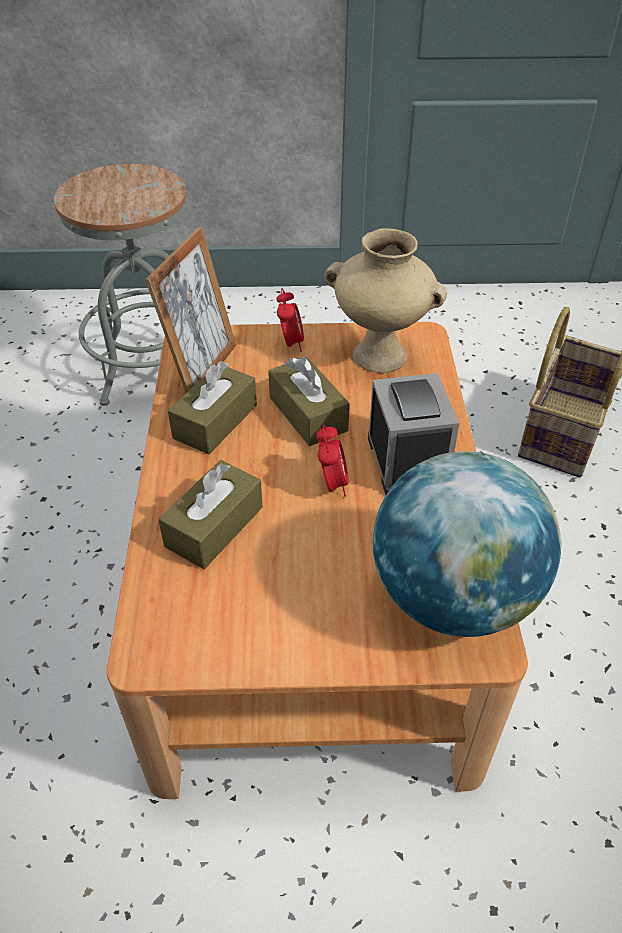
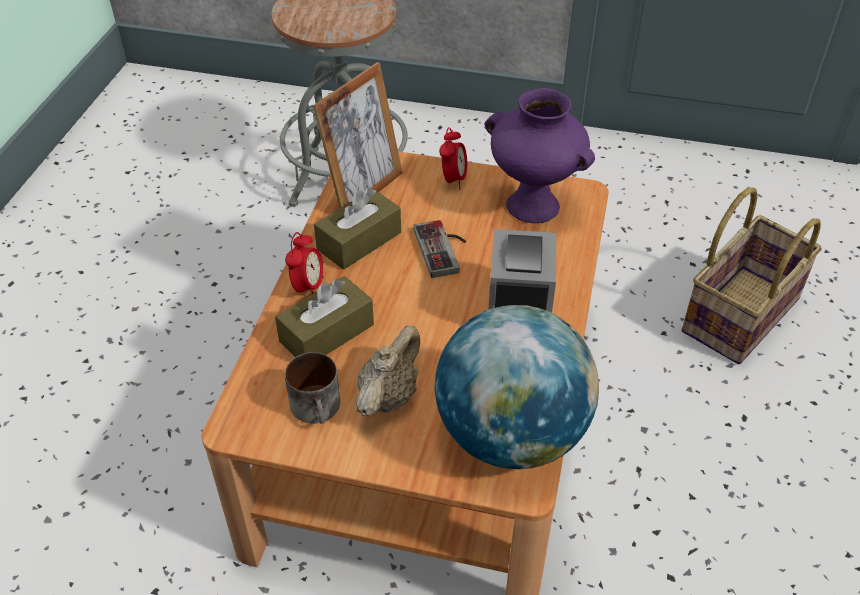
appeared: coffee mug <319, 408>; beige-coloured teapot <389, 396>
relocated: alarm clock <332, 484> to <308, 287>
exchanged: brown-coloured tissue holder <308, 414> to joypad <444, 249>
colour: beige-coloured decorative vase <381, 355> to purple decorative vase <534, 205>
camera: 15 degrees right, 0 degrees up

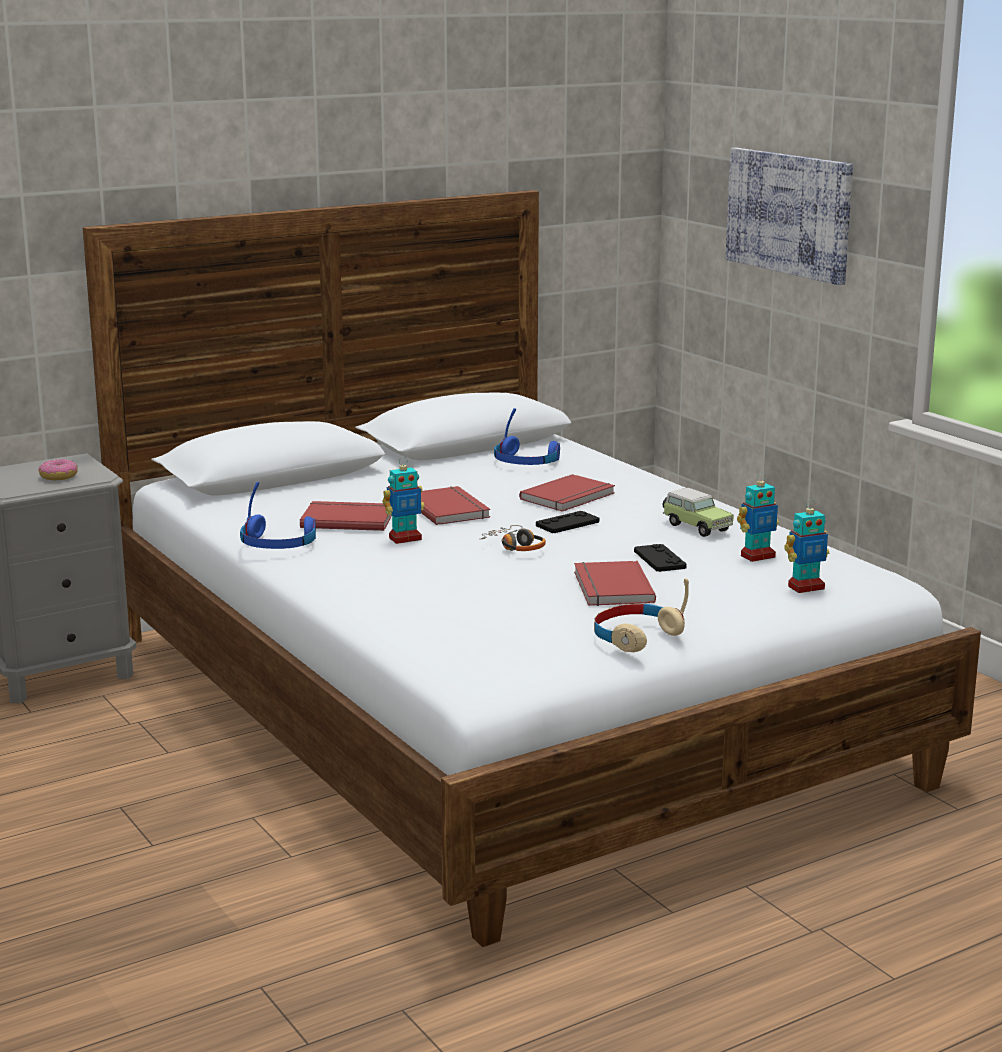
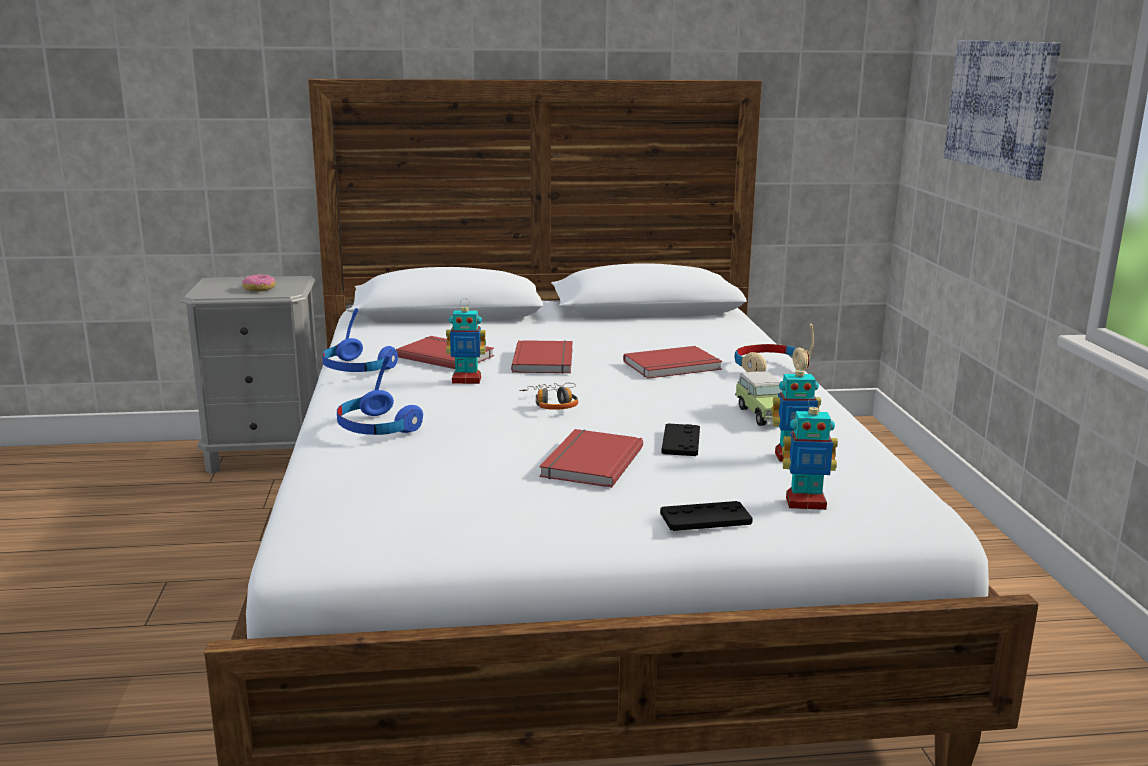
relocated: bluish headset <526, 462> to <377, 427>; black joypad <567, 524> to <705, 518>; beige-coloured headset <635, 637> to <769, 368>
camera: 25 degrees right, 0 degrees up

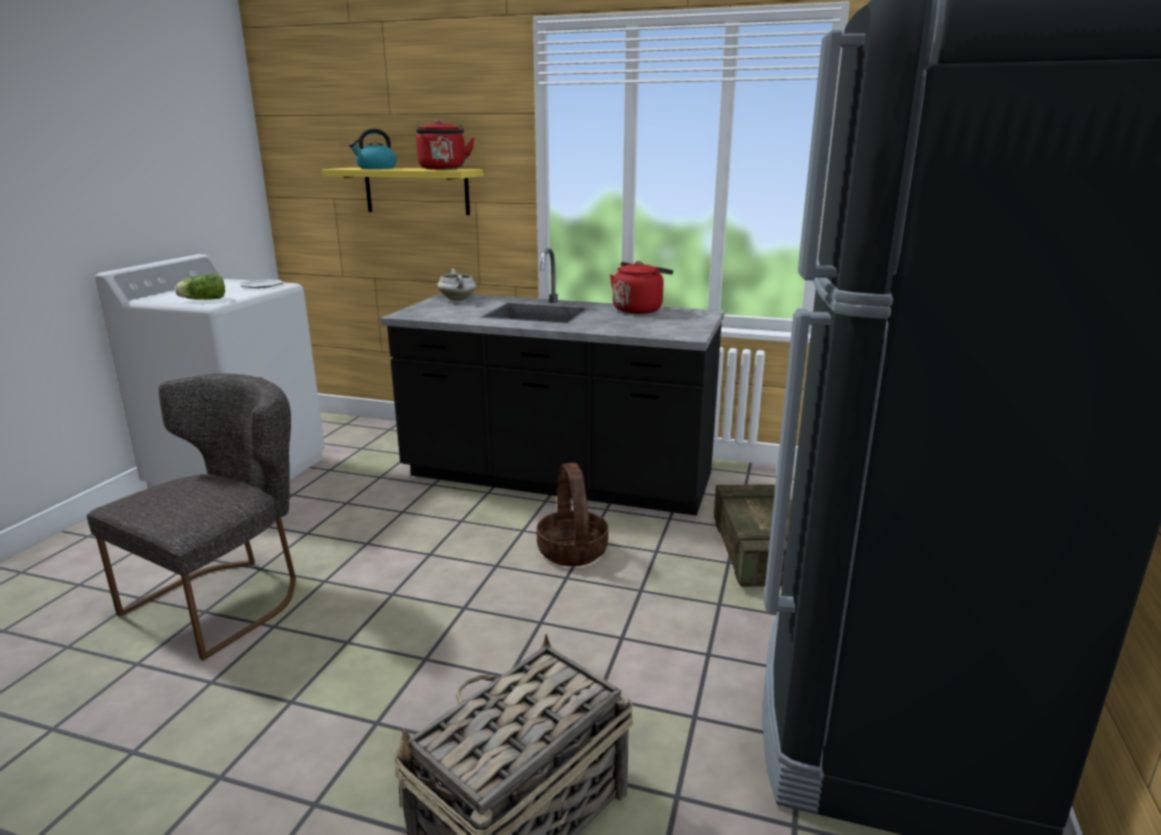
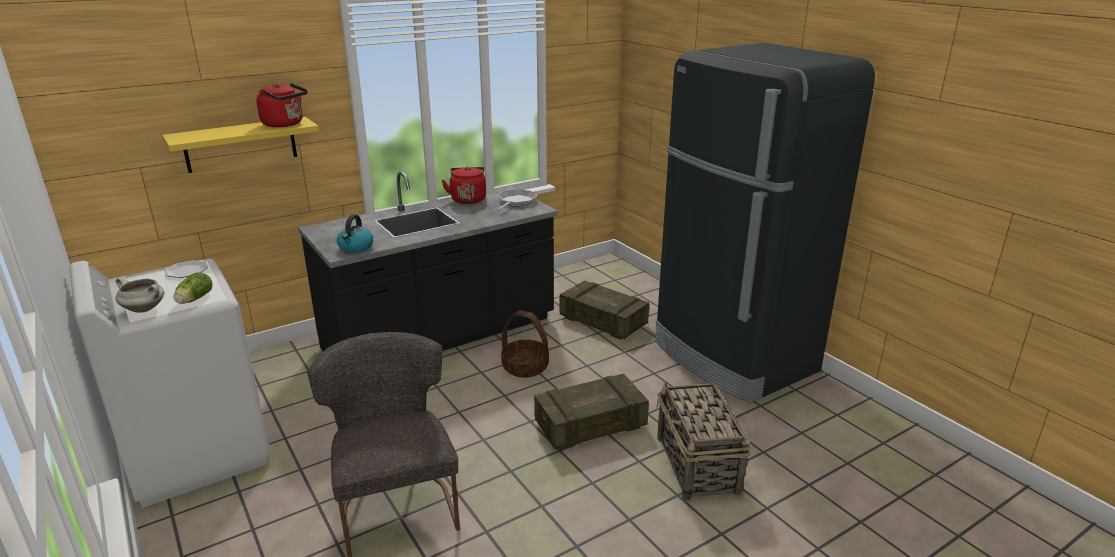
appeared: pan <516, 202>; crate <590, 425>
relocated: water kettle <376, 168> to <356, 247>; white cooking pot <458, 300> to <145, 309>
camera: 50 degrees left, 5 degrees up

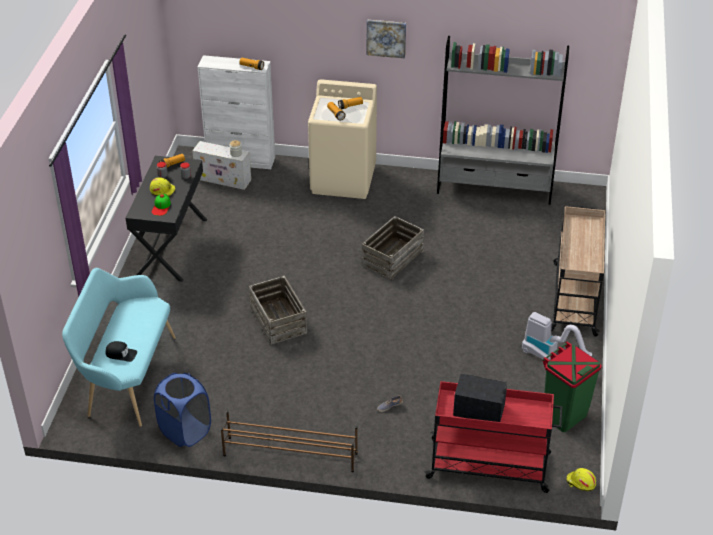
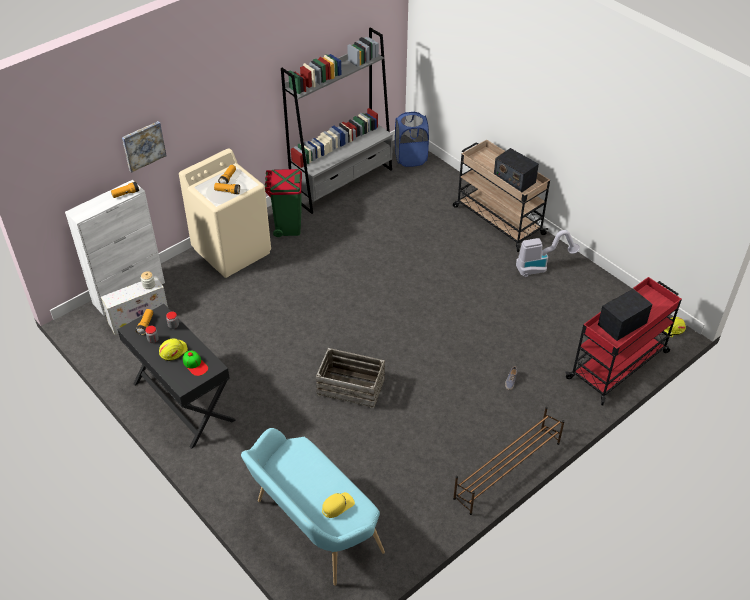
missing: crate <392, 258>
appeared: radio set <514, 179>
relocated: bluish hamper <185, 431> to <411, 158>; picture <386, 38> to <143, 146>; green-coloured trash can <564, 415> to <288, 226>
colour: black cap <121, 354> to yellow-coloured cap <337, 506>
camera: 50 degrees left, 5 degrees up

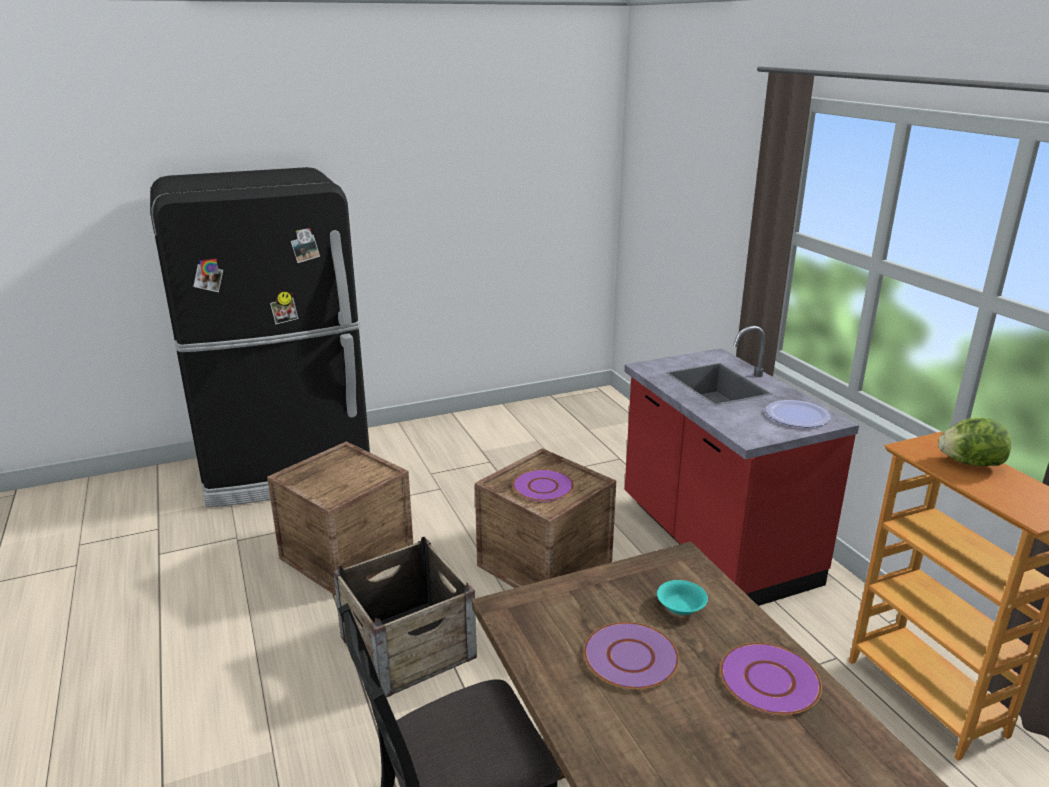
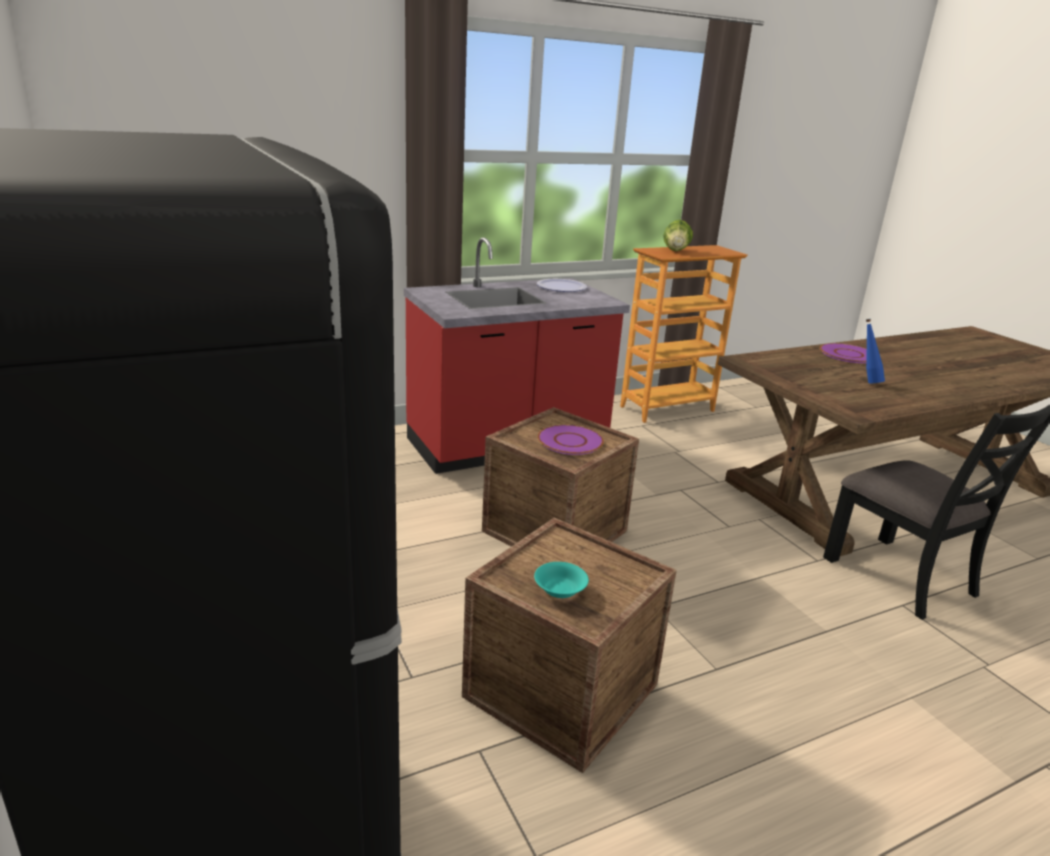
missing: crate <407, 647>
relocated: turquoise-coloured serving bowl <681, 607> to <560, 589>
exchanged: purple dinner plate <631, 657> to bluish drink bottle <866, 381>
camera: 95 degrees left, 0 degrees up

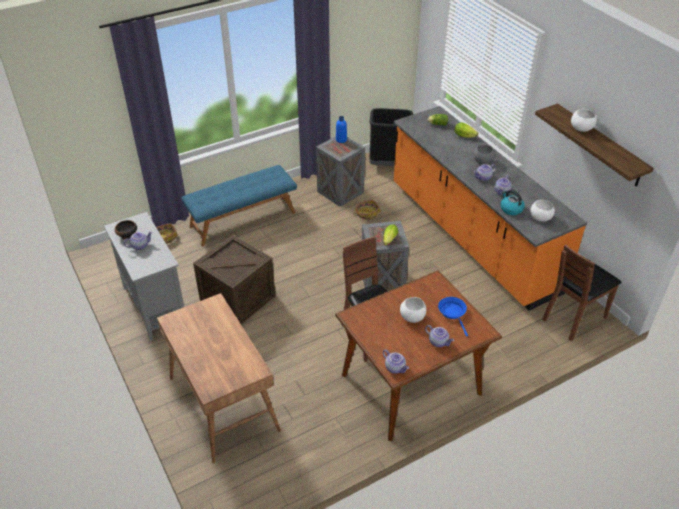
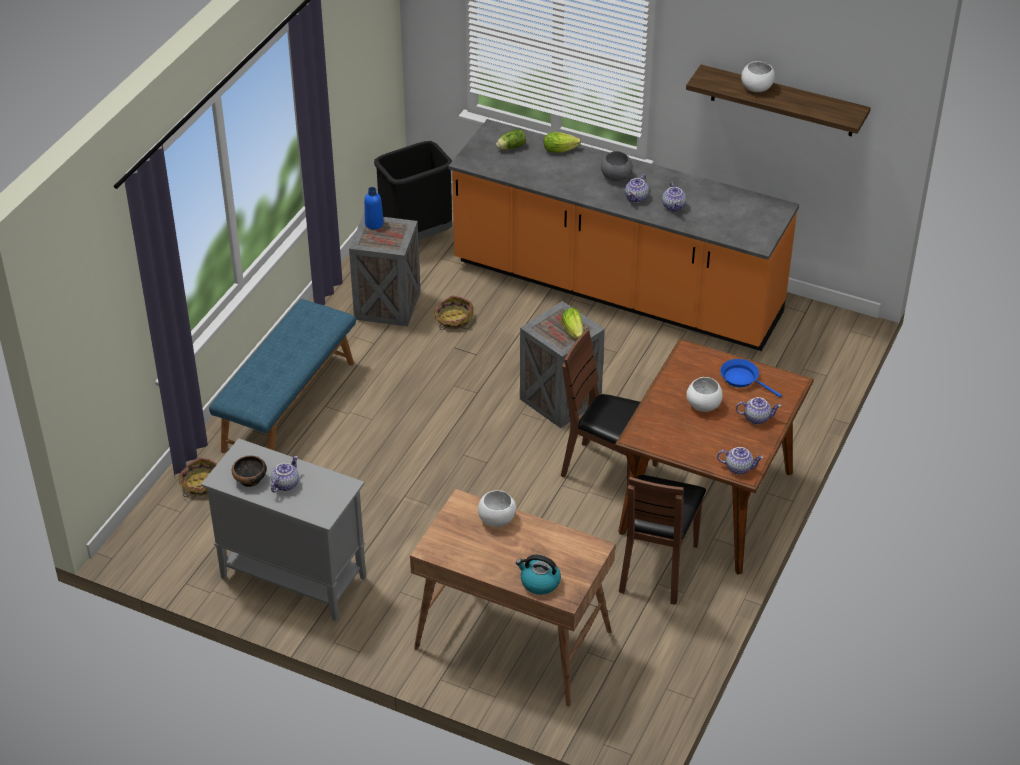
missing: crate <237, 298>
relocated: water kettle <511, 209> to <539, 582>; white serving bowl <540, 218> to <497, 519>; brown-coloured plain chair <573, 317> to <657, 567>
camera: 35 degrees left, 0 degrees up

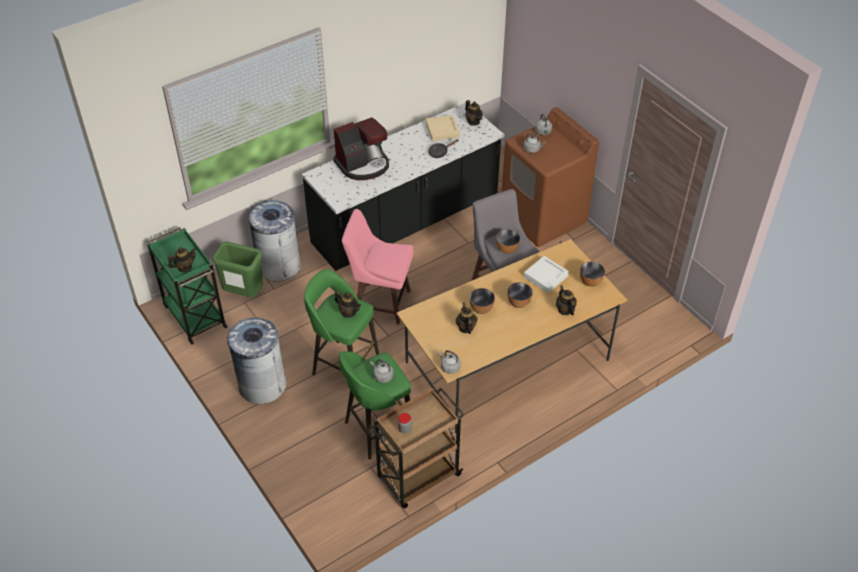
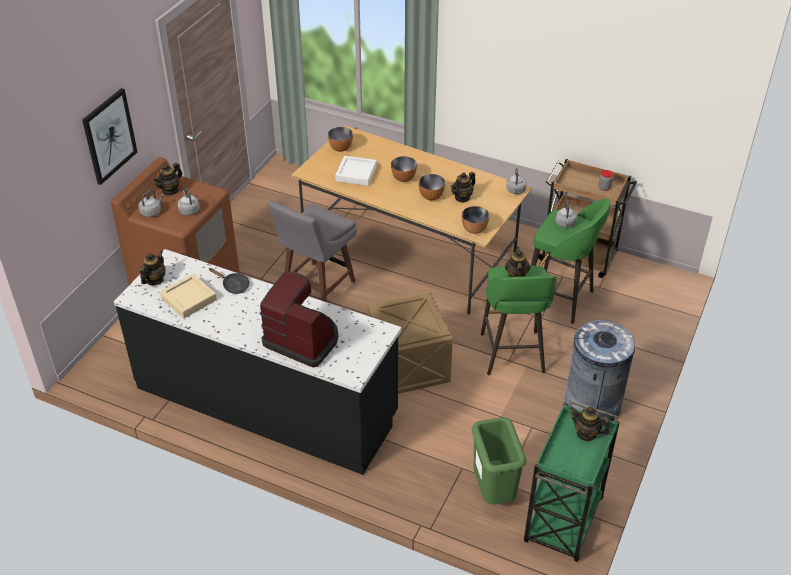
missing: grey trash can <279, 265>
appeared: picture <109, 136>
relocated: serving bowl <507, 249> to <474, 229>; teapot <565, 310> to <170, 190>
exchanged: pinkish sitting stool <380, 302> to crate <409, 366>
camera: 120 degrees left, 5 degrees down

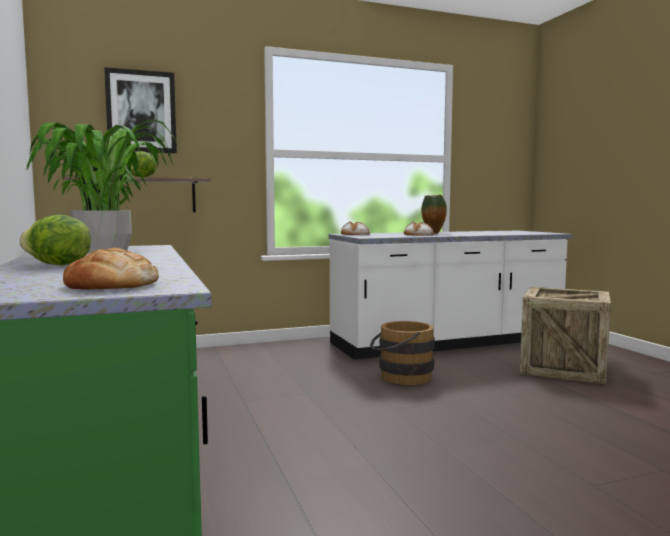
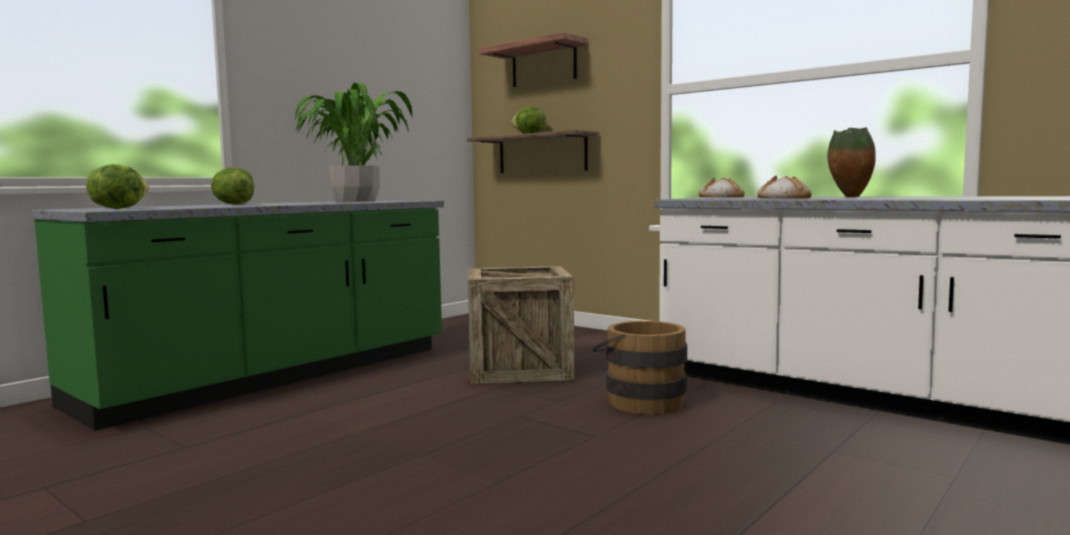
relocated: crate <563, 368> to <519, 368>
exchanged: baked bread <111, 285> to lettuce head <118, 208>; picture <141, 112> to bracket shelf <544, 64>
camera: 60 degrees right, 0 degrees up

